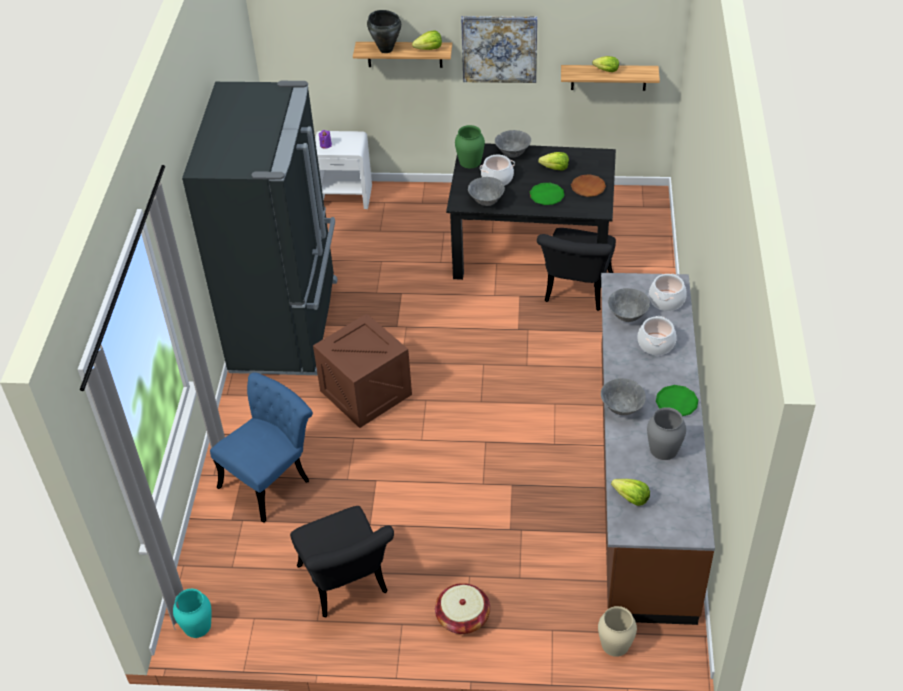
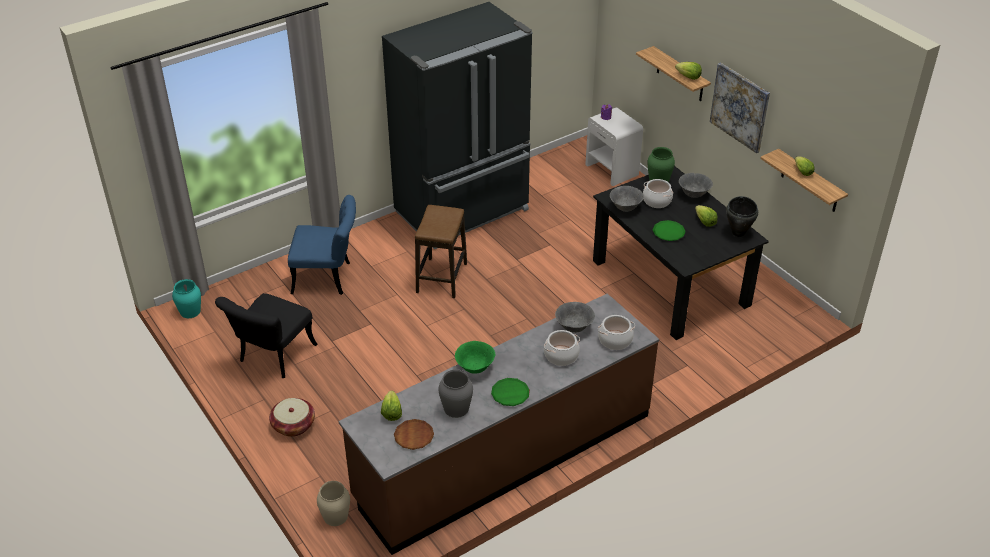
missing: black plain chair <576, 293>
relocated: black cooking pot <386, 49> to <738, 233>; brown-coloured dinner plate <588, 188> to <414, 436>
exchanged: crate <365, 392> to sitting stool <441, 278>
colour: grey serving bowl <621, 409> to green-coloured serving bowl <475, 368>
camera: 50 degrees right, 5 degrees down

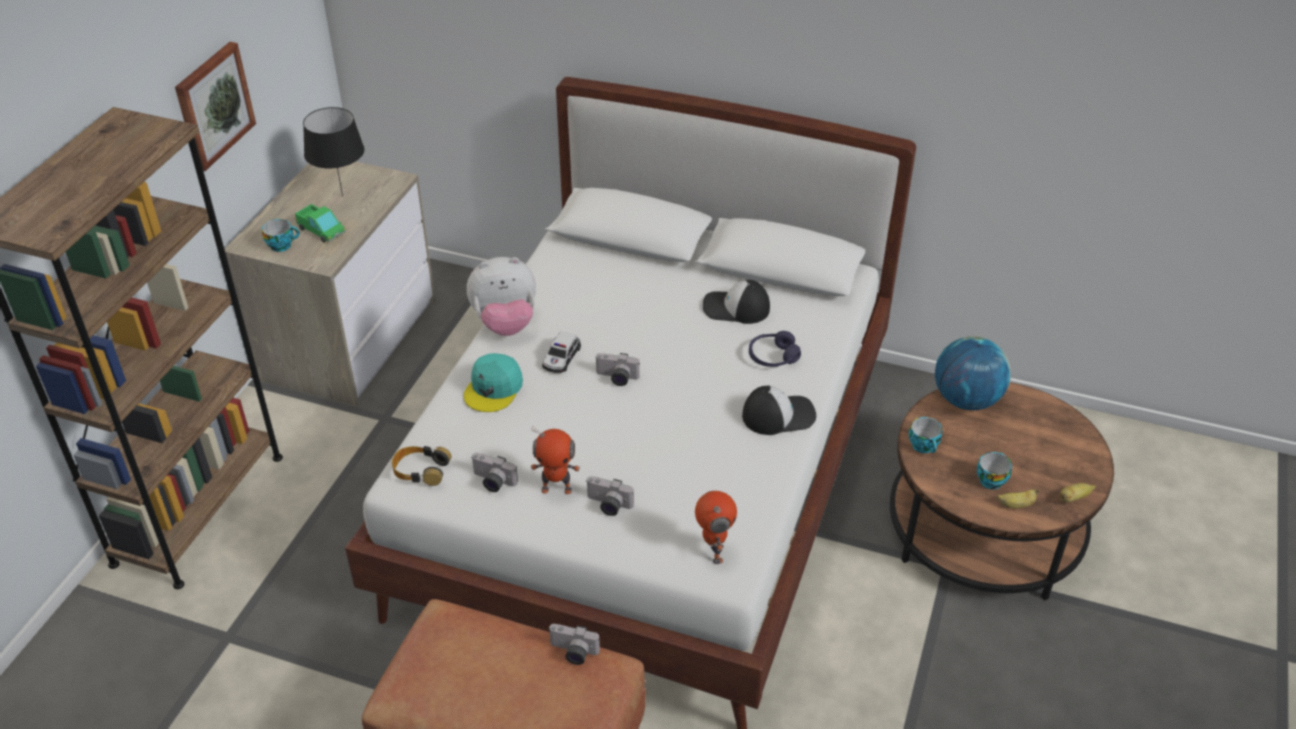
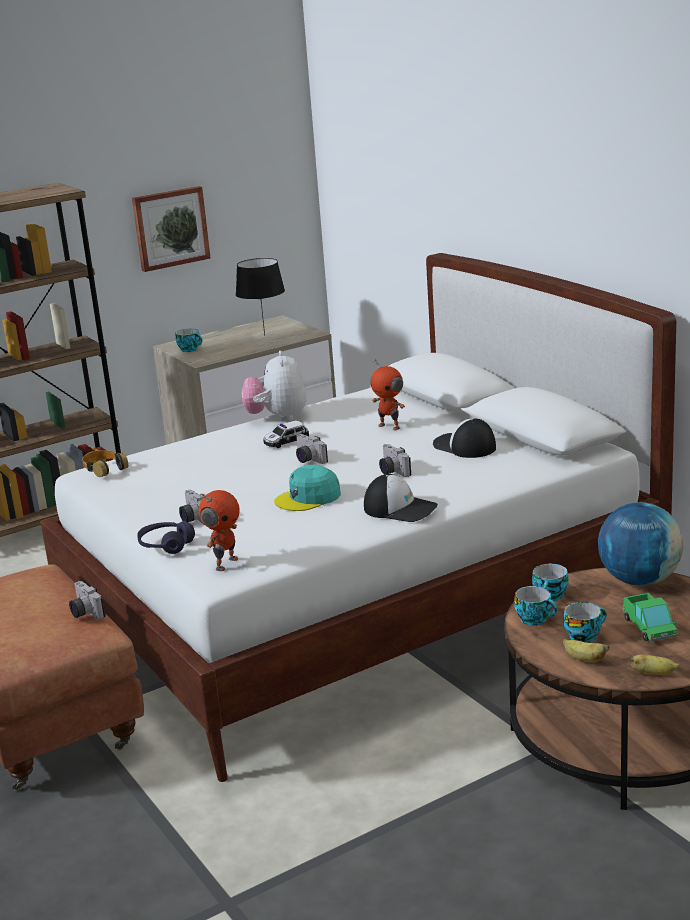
appeared: drinking cup <535, 619>
relocated: model truck <321, 230> to <649, 627>; turquoise-coloured cap <494, 388> to <308, 498>; still camera <492, 482> to <391, 471>; toy robot <557, 488> to <390, 426>; purple headset <773, 357> to <166, 545>
spun: soft toy <505, 324> = <277, 418> 60 degrees clockwise
camera: 40 degrees right, 20 degrees down

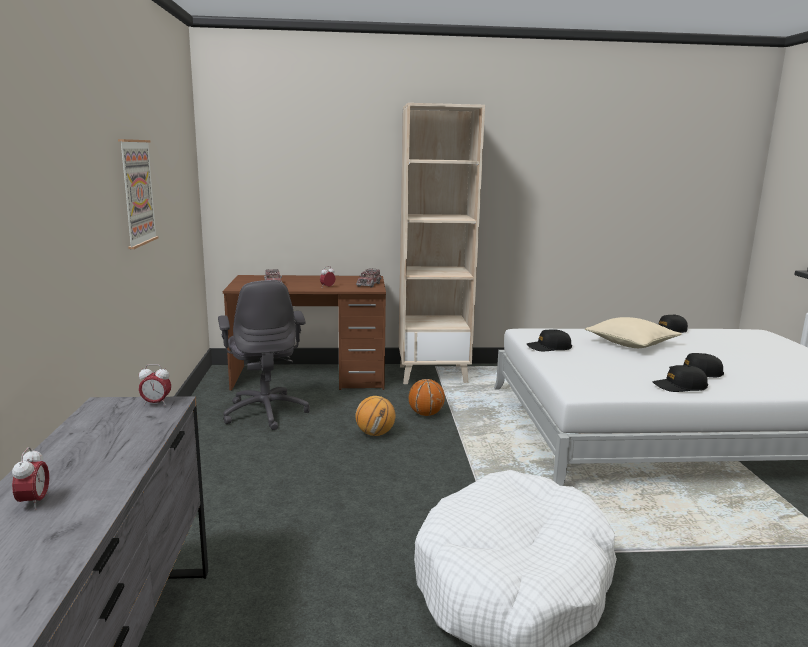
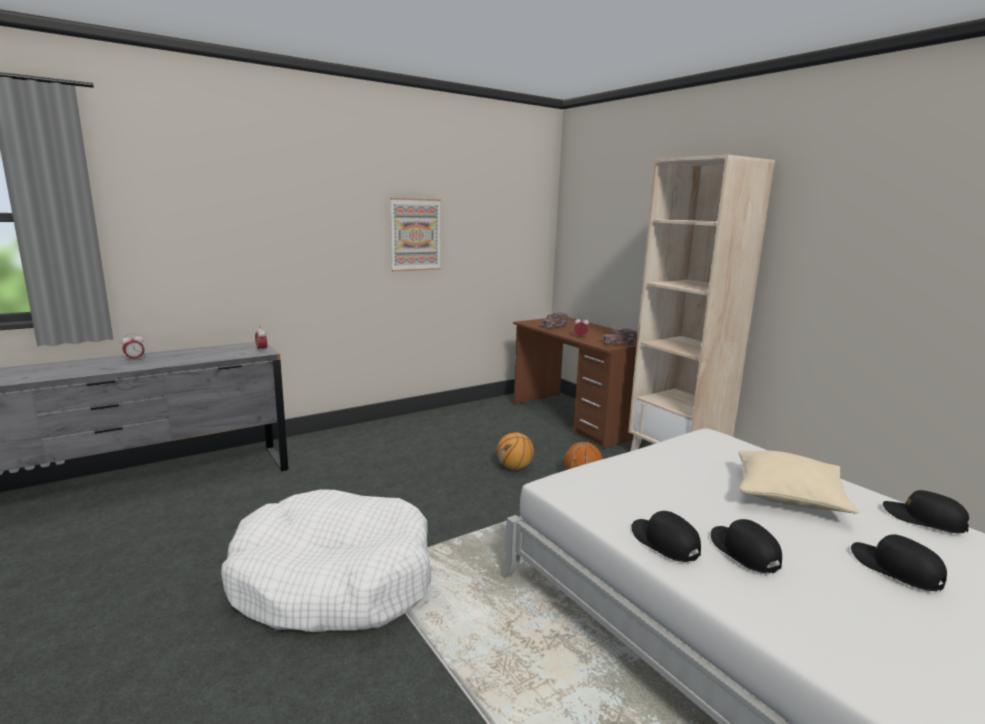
missing: grey office chair <266, 412>
relocated: black cap <549, 347> to <895, 569>
camera: 60 degrees right, 0 degrees up

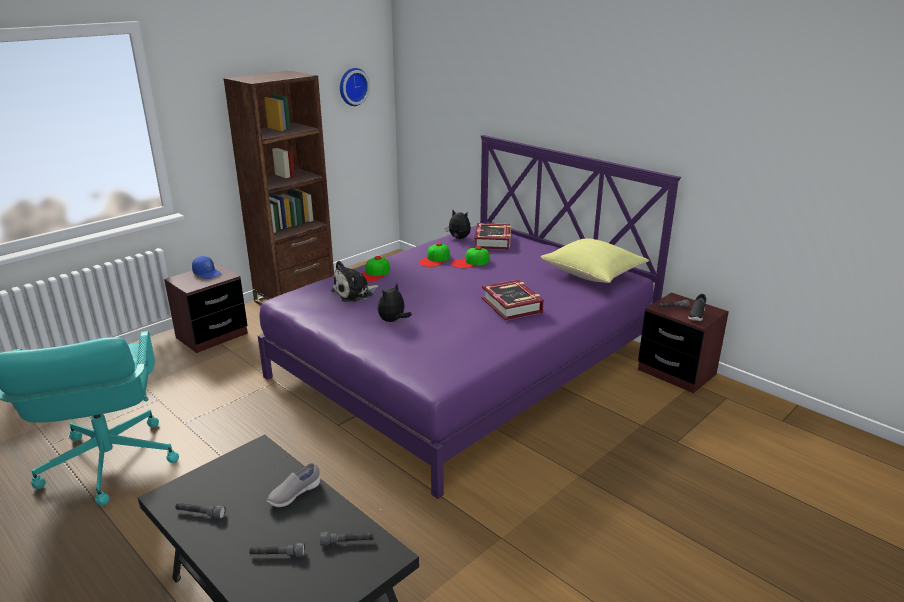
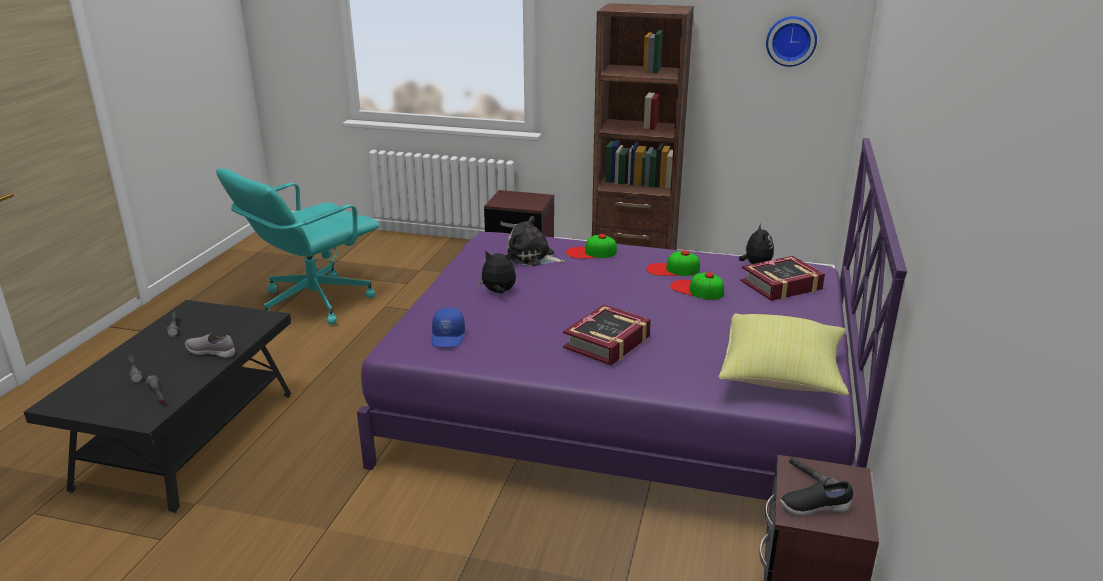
relocated: bluish cap <207, 273> to <448, 337>
camera: 60 degrees right, 0 degrees up

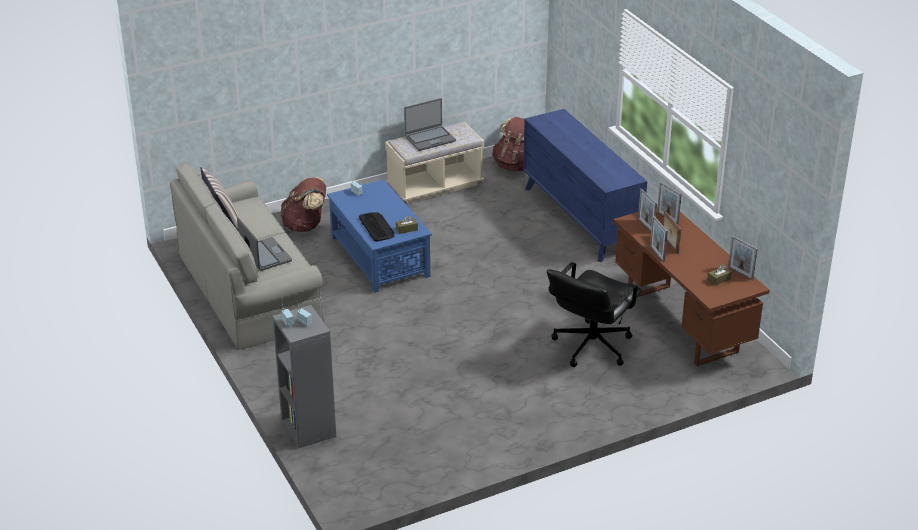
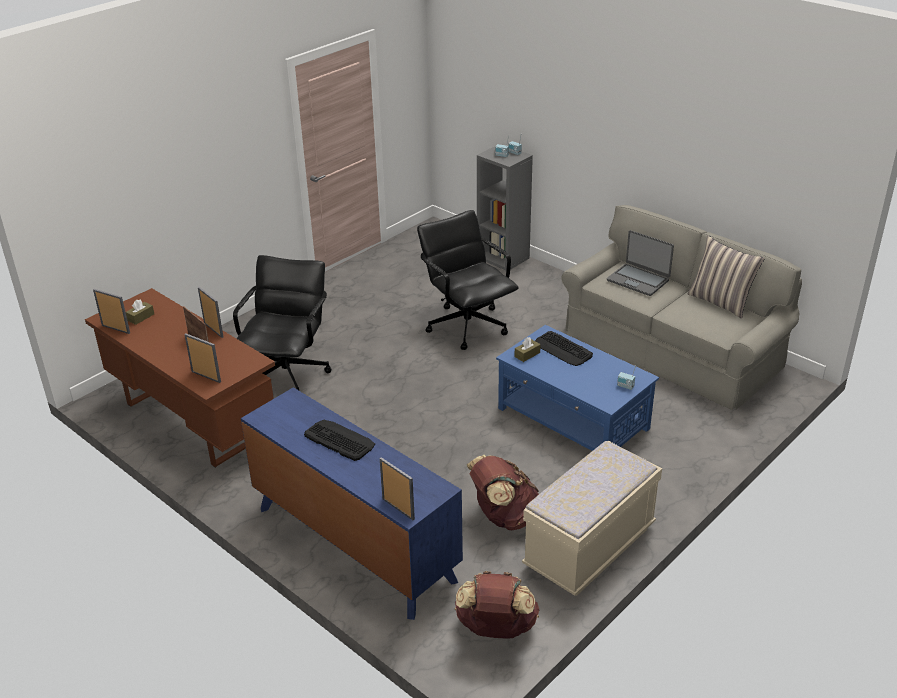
missing: portable computer <430, 139>
appeared: keyboard <339, 440>; black office chair <467, 325>
relocated: brown-coloured rucksack <305, 226> to <503, 516>; photo frame <646, 226> to <398, 509>
camera: 160 degrees right, 0 degrees up

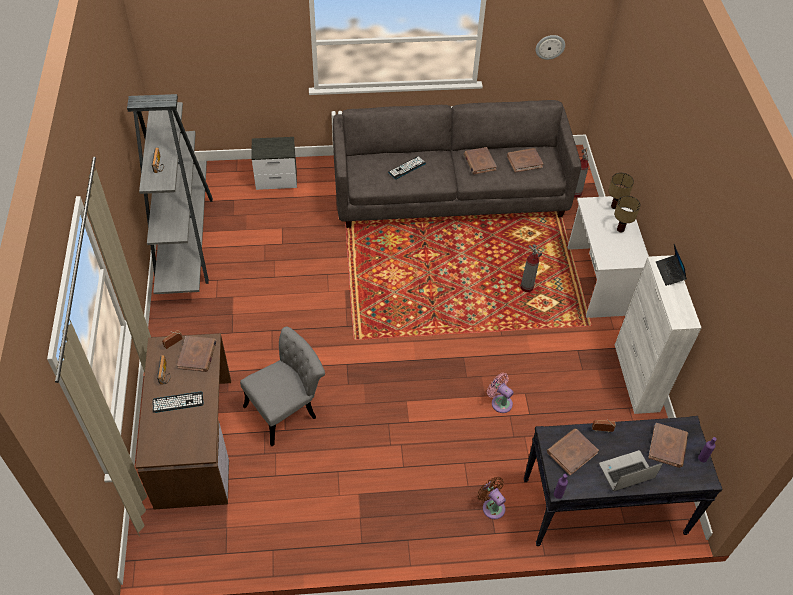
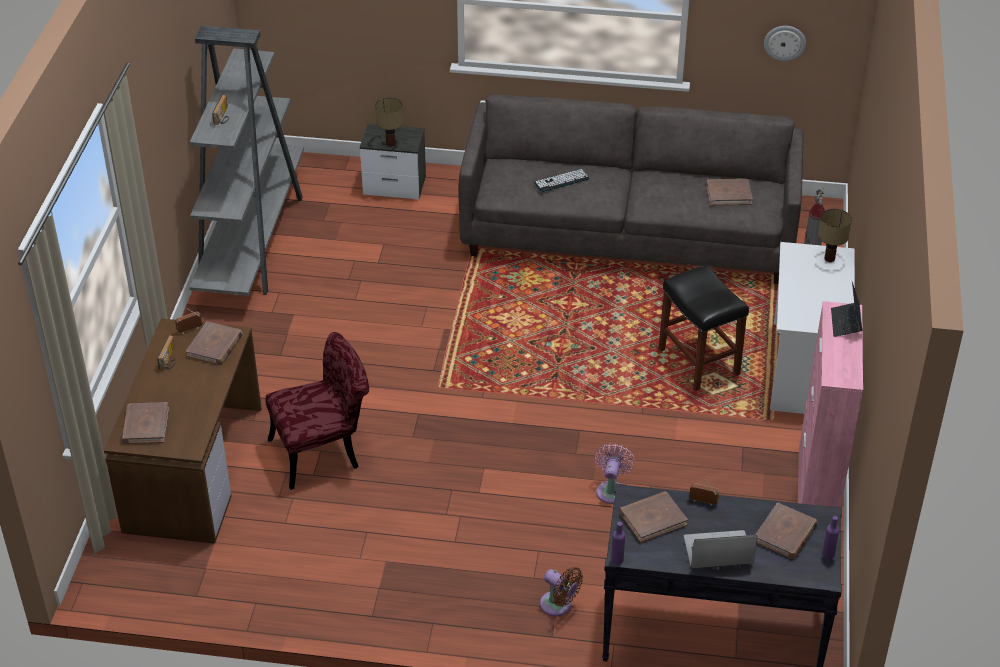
missing: keyboard <178, 402>
relocated: brown-coloured bound book <479, 162> to <145, 425>; table lamp <620, 229> to <390, 143>
exchanged: extinguisher <526, 287> to black sitting stool <697, 361>
colour: grey plain chair <287, 409> to reddish plain chair <323, 451>; white cupboard <636, 378> to pinkish cupboard <816, 492>
spun: brown-coloured electric fan <492, 506> = <558, 606> 150 degrees clockwise; pinkish electric fan <500, 402> = <611, 490> 45 degrees clockwise
camera: 15 degrees right, 10 degrees down

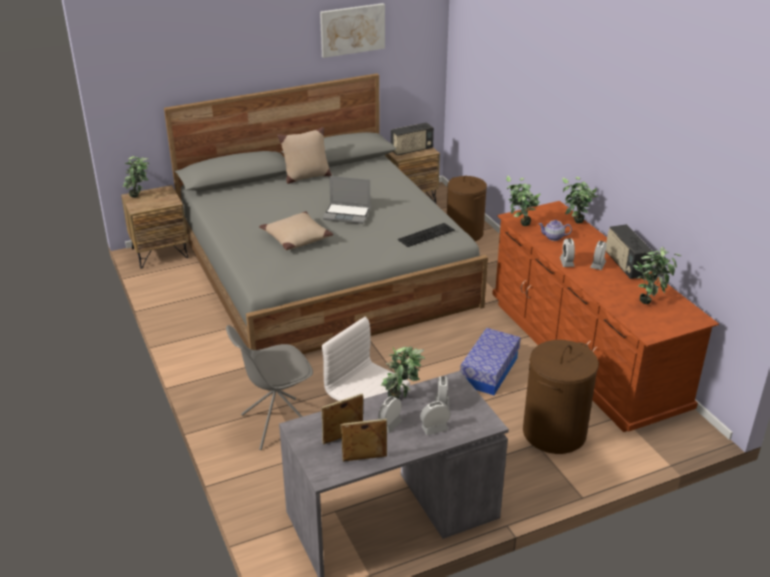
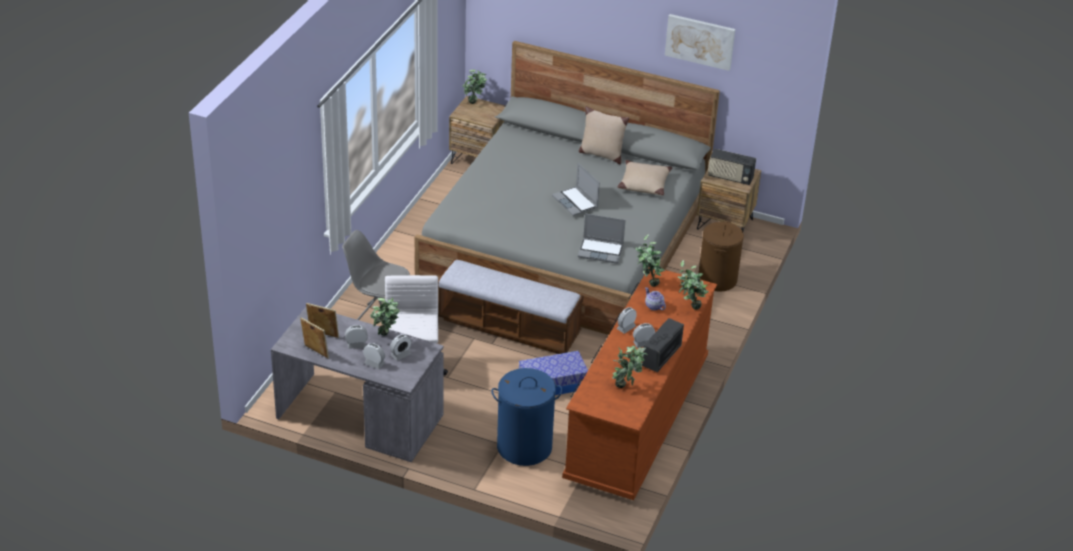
appeared: bench <509, 327>
relocated: beige-coloured cushion <296, 238> to <643, 183>
exchanged: keyboard <426, 234> to portable computer <601, 251>
colour: brown-coloured hamper <554, 433> to bluish hamper <524, 447>
camera: 45 degrees right, 5 degrees up

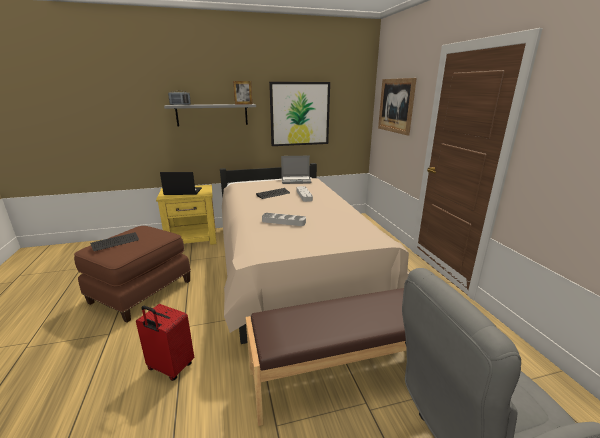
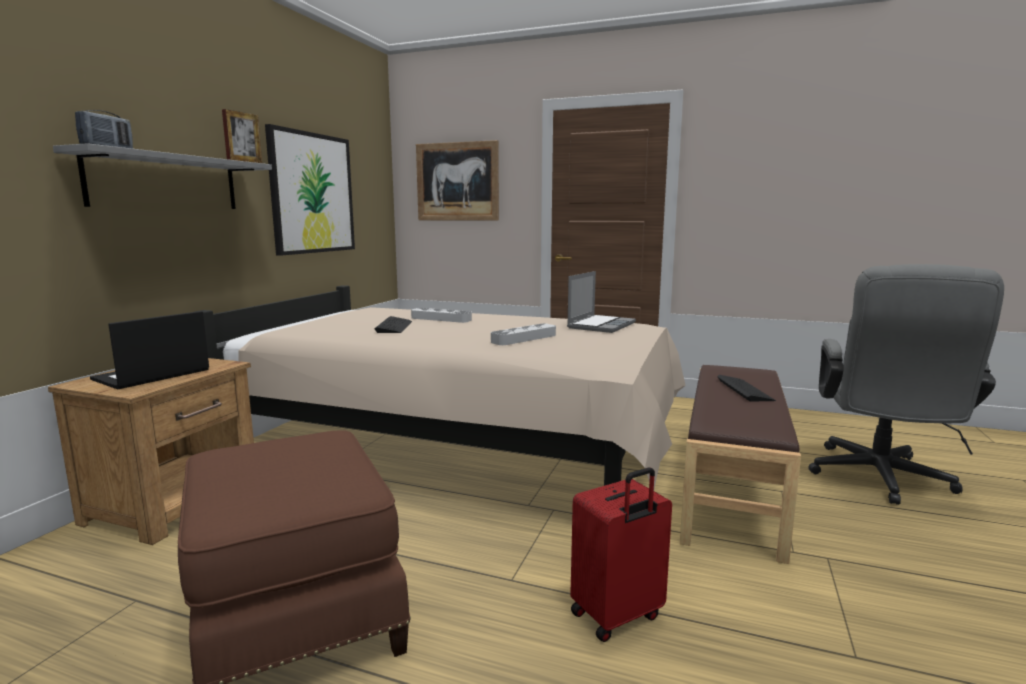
relocated: keyboard <115, 242> to <744, 390>; portable computer <296, 180> to <601, 325>
colour: yellow-coloured bedside table <193, 239> to brown-coloured bedside table <176, 503>
camera: 55 degrees left, 10 degrees down

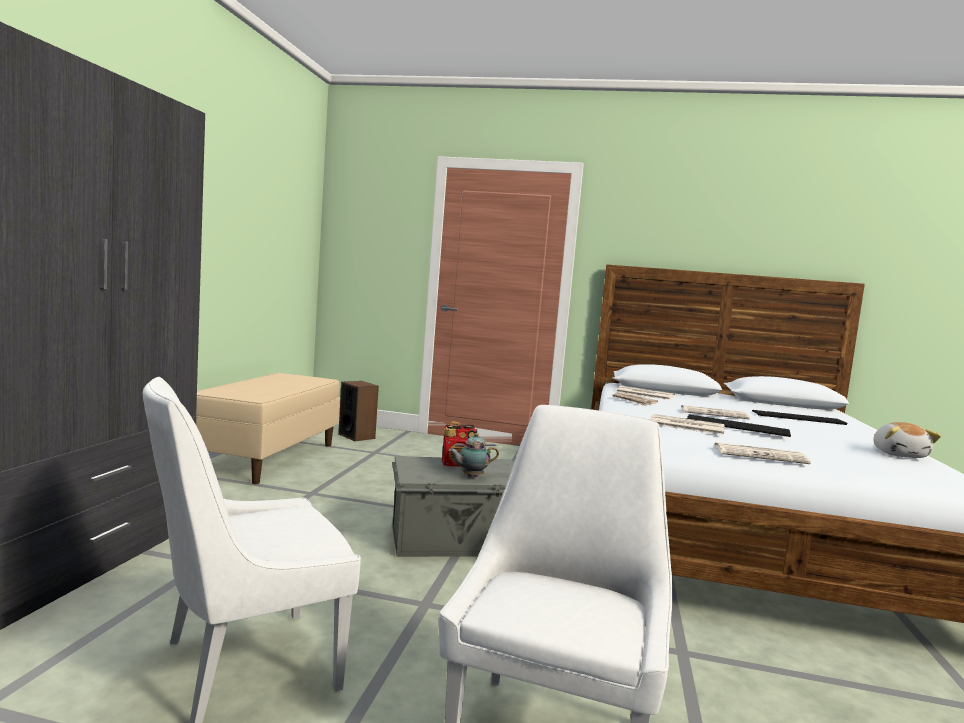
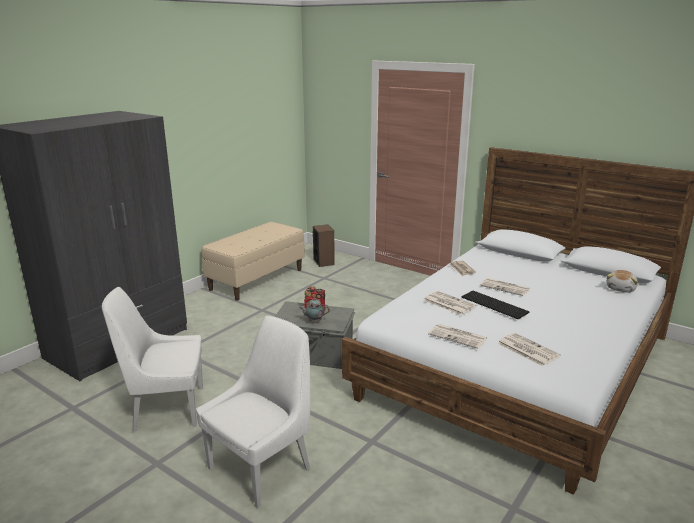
missing: keyboard <797, 418>
relocated: daily paper <644, 394> to <527, 350>; soft toy <900, 455> to <621, 289>
camera: 25 degrees right, 15 degrees up

